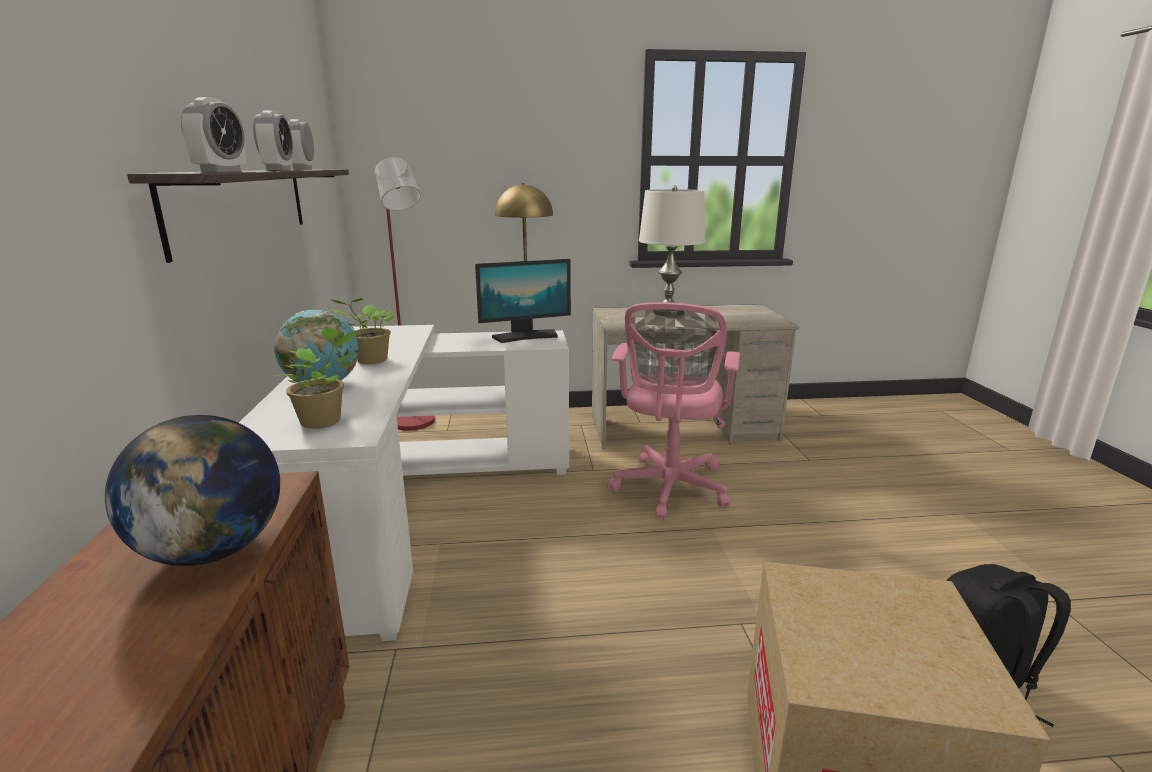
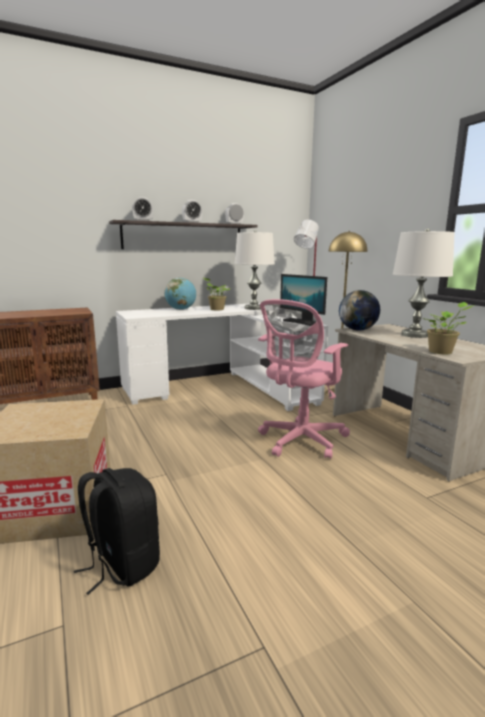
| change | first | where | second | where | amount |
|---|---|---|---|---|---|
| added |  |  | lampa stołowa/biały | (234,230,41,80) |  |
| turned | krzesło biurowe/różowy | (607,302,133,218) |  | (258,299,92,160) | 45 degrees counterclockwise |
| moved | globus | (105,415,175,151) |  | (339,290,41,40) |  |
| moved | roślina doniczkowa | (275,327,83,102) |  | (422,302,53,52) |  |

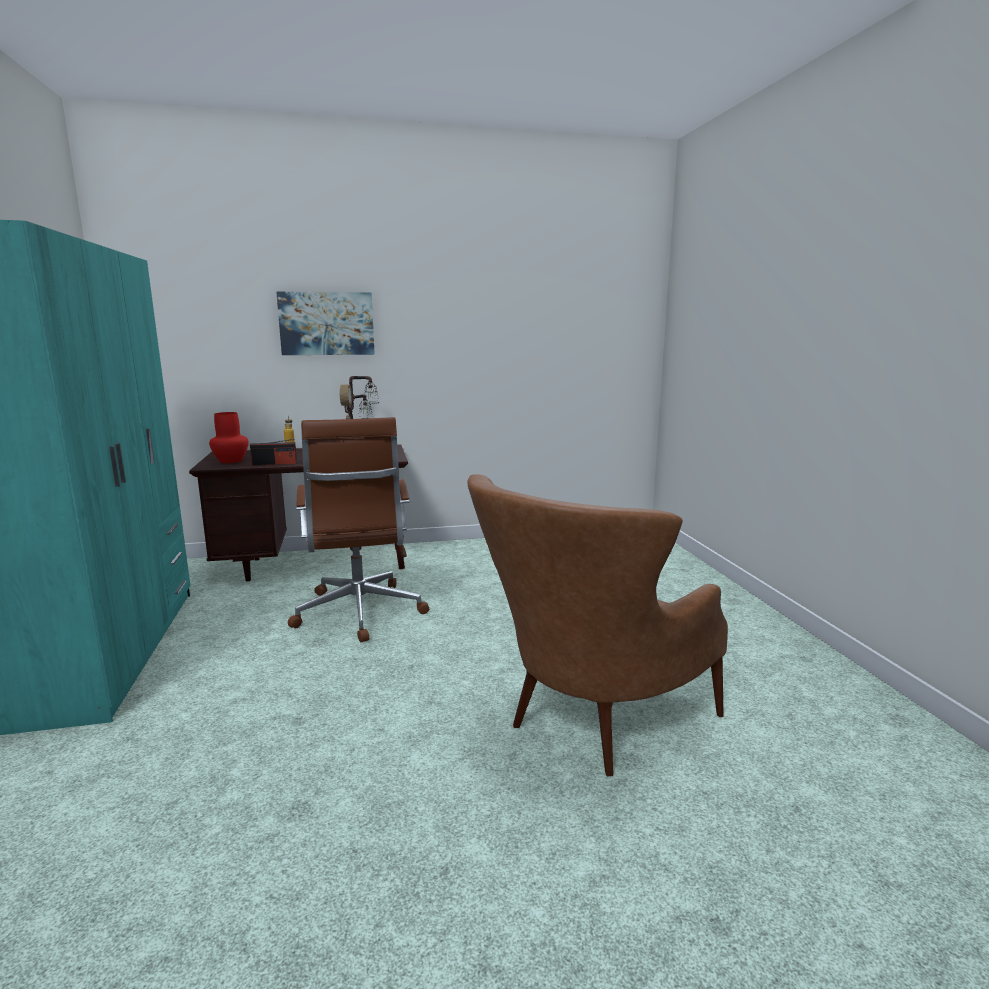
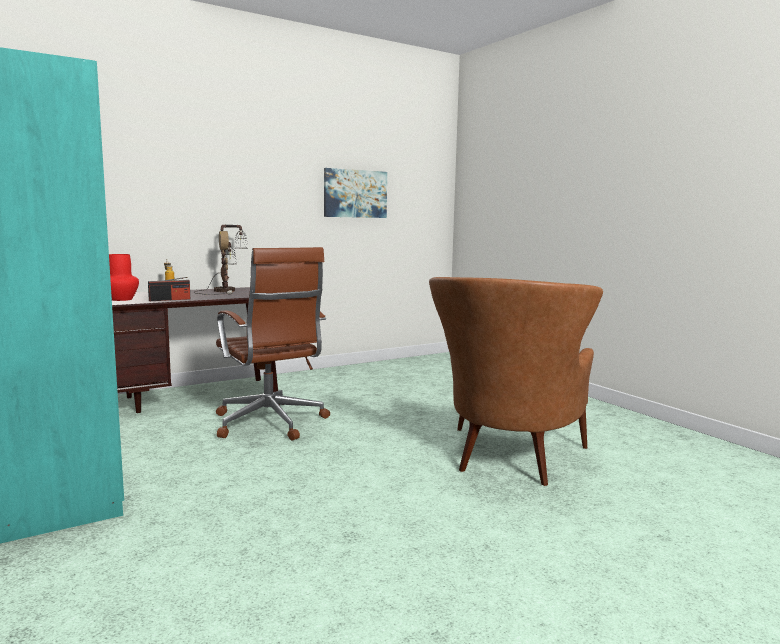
| change | first | where | second | where | amount |
|---|---|---|---|---|---|
| moved | obraz | (276,291,99,64) |  | (324,168,63,50) |  |

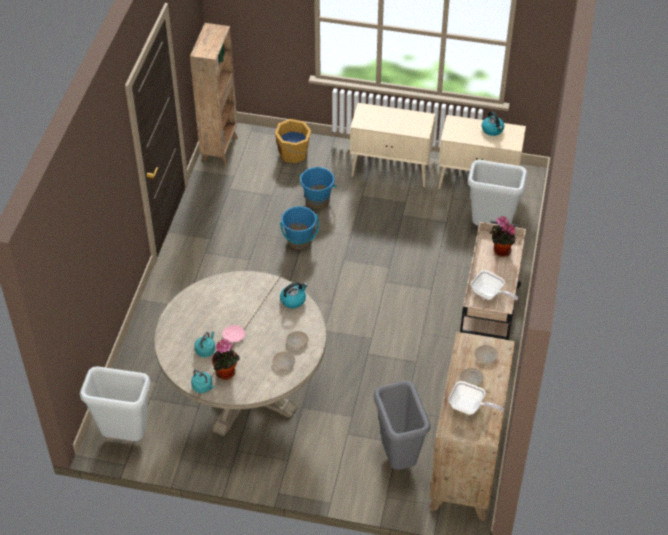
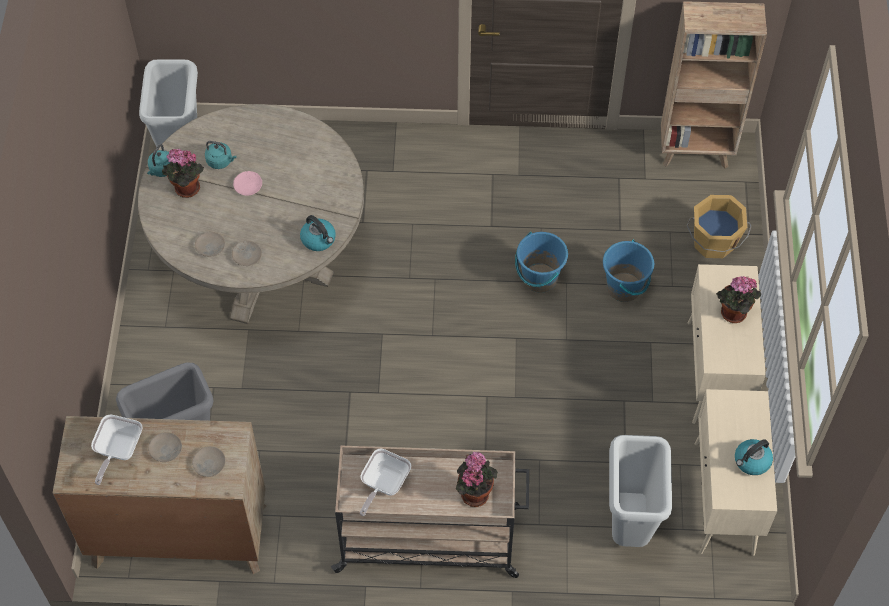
| change | first | where | second | where | amount |
|---|---|---|---|---|---|
| added |  |  | roślina doniczkowa | (716,276,45,47) |  |

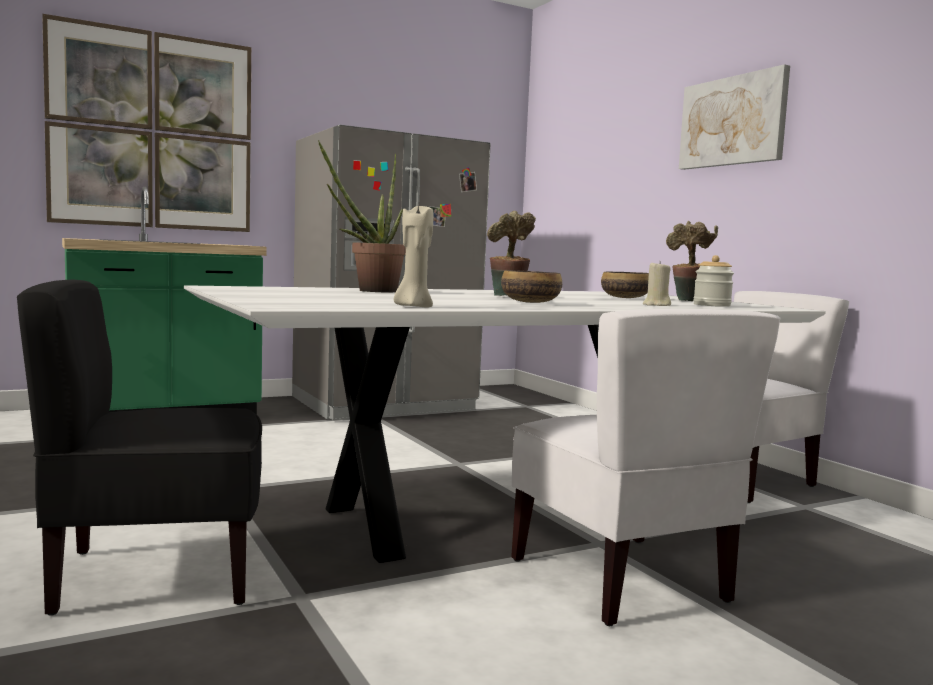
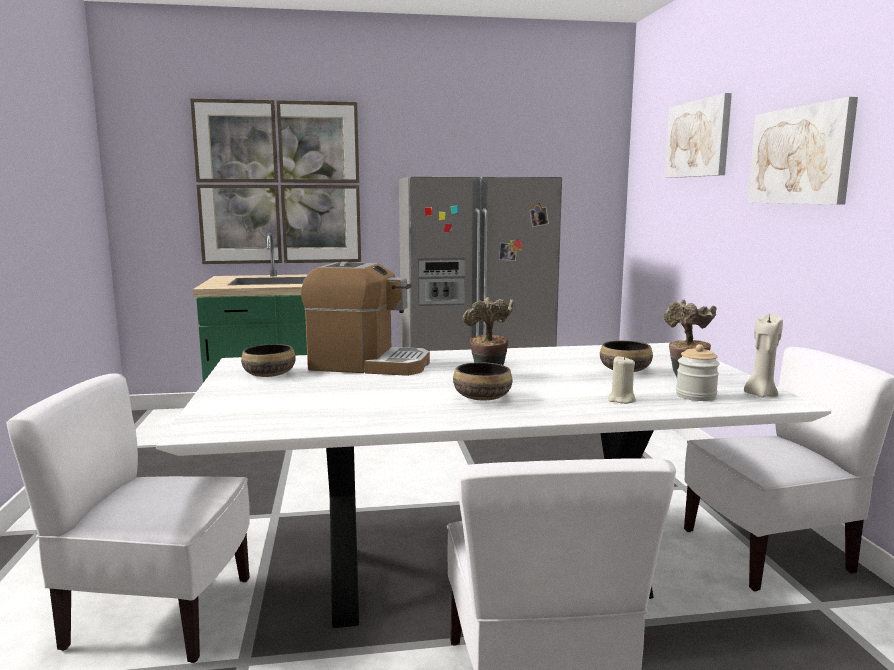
| change | first | where | second | where | amount |
|---|---|---|---|---|---|
| recoloured | krzesło/czarny | (17,280,245,336) | krzesło/biały | (6,373,243,290) |  |
| added |  |  | miska | (241,344,55,33) |  |
| replaced | roślina doniczkowa | (318,140,88,152) | ekspres do kawy | (301,262,129,114) |  |
| added |  |  | obraz | (664,93,68,85) |  |
| moved | świeca/beżowy | (394,203,39,104) |  | (744,314,39,84) |  |

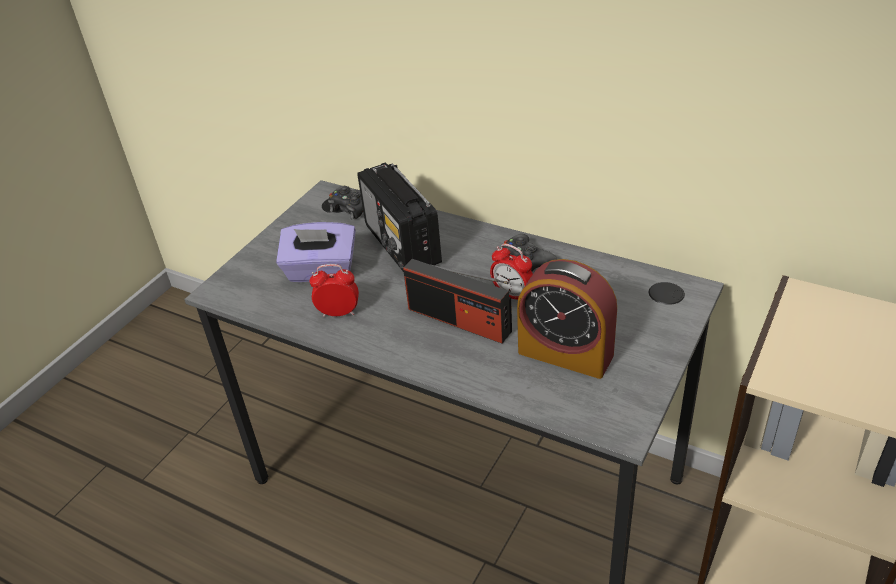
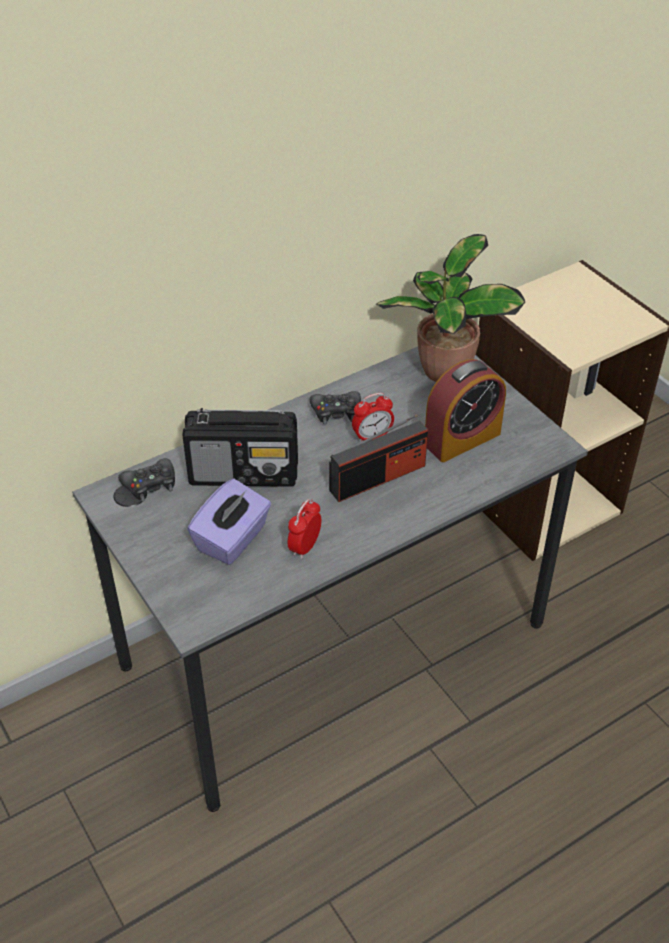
| change | first | where | second | where | amount |
|---|---|---|---|---|---|
| added |  |  | roślina doniczkowa | (376,234,149,148) |  |

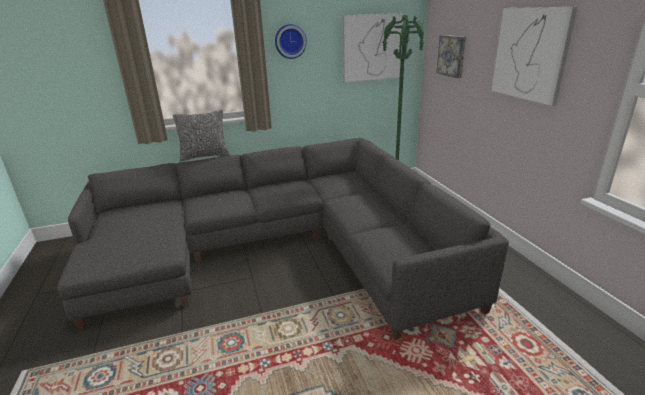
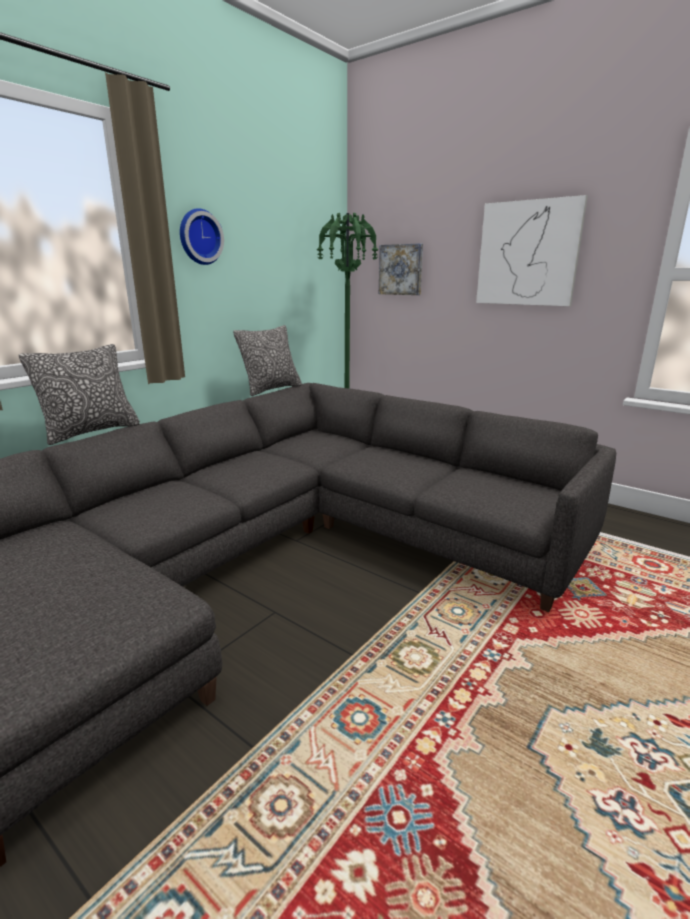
| change | first | where | second | where | amount |
|---|---|---|---|---|---|
| added |  |  | poduszka | (233,325,69,71) |  |
| removed | obraz | (343,13,60,70) |  |  |  |

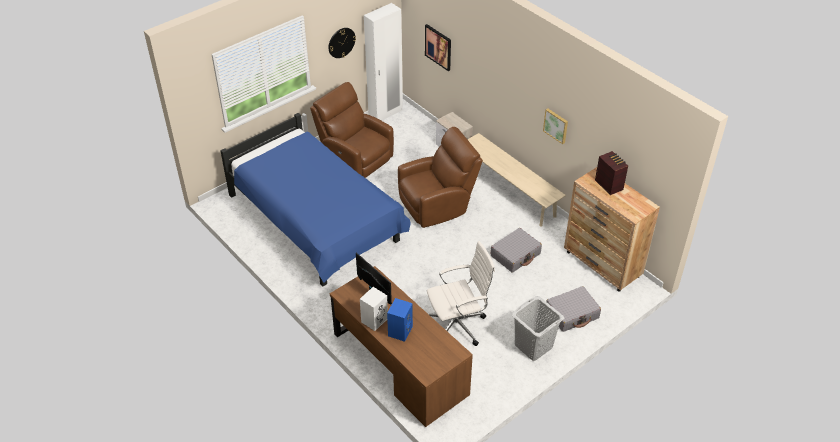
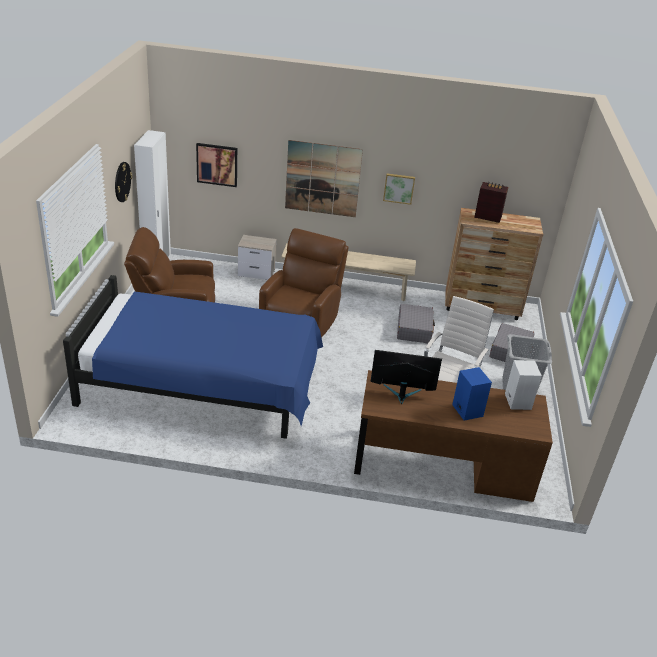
| change | first | where | second | where | amount |
|---|---|---|---|---|---|
| added |  |  | obraz | (285,140,78,77) |  |
| moved | głośnik/biały | (360,287,28,44) |  | (505,360,37,50) |  |

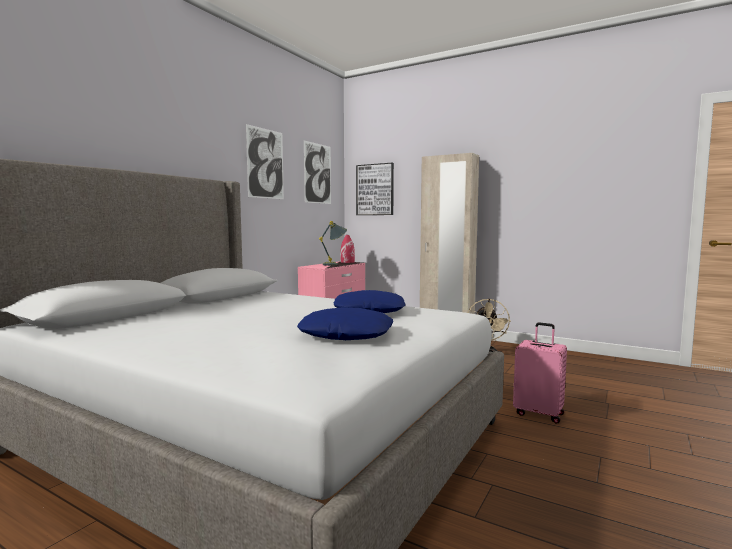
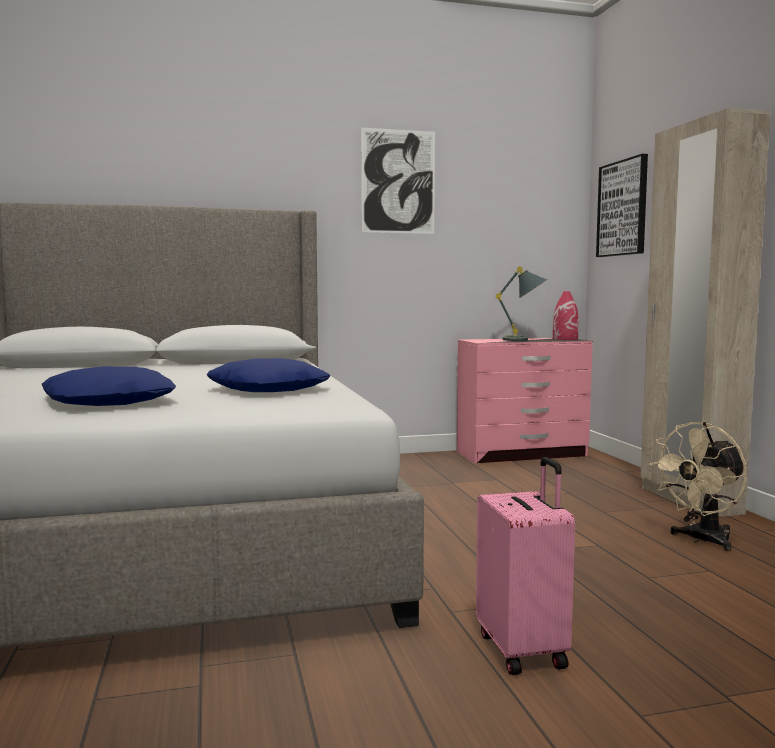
| change | first | where | second | where | amount |
|---|---|---|---|---|---|
| removed | obraz | (304,140,27,64) |  |  |  |

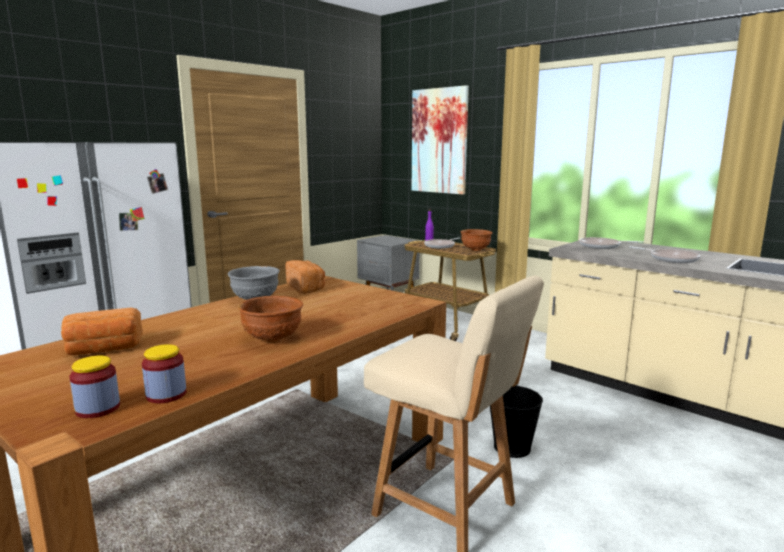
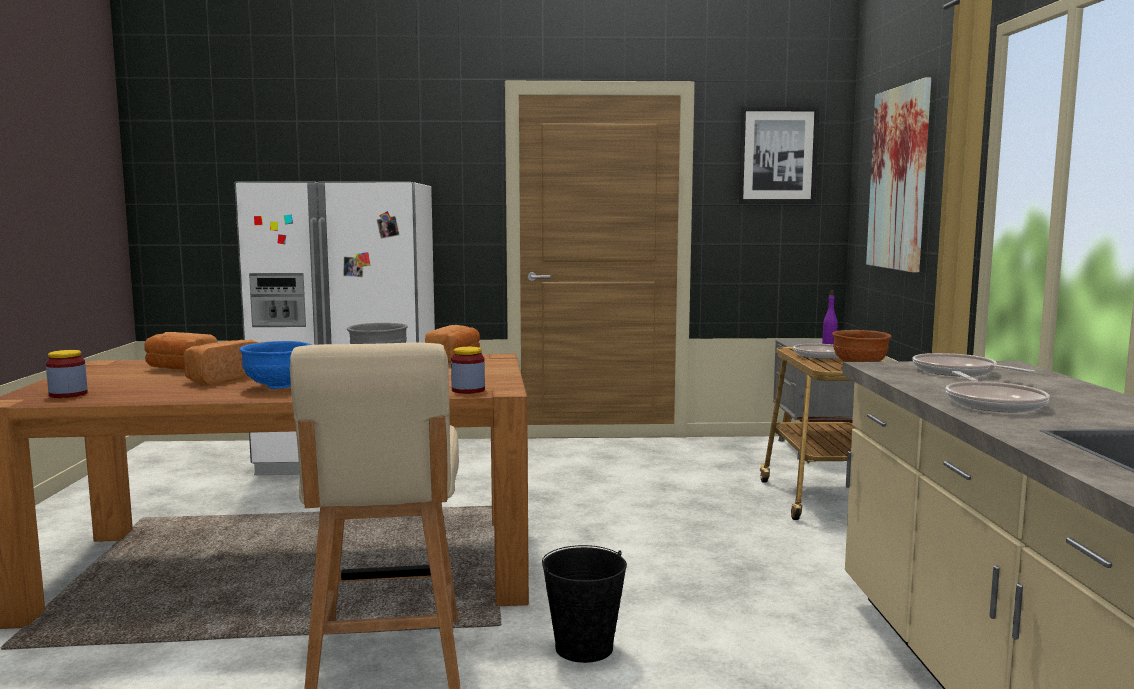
| change | first | where | second | where | amount |
|---|---|---|---|---|---|
| added |  |  | chleb | (183,340,76,45) |  |
| recoloured | miska/brązowy | (238,296,65,47) | miska/niebieski | (239,341,72,48) |  |
| moved | słoik | (142,344,44,59) |  | (451,347,34,47) |  |
| added |  |  | obraz | (738,106,82,98) |  |

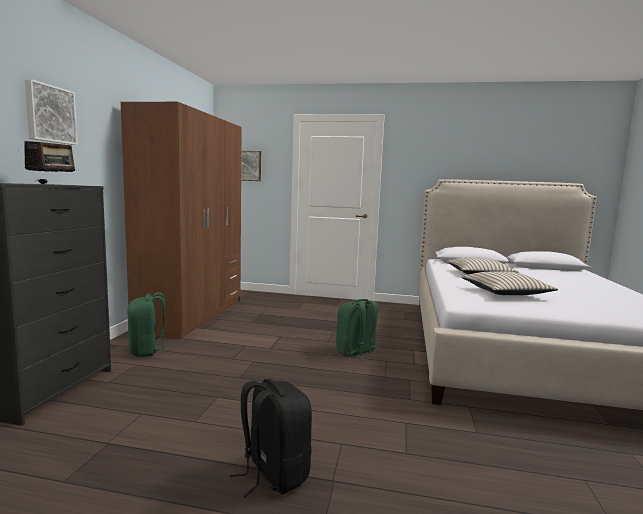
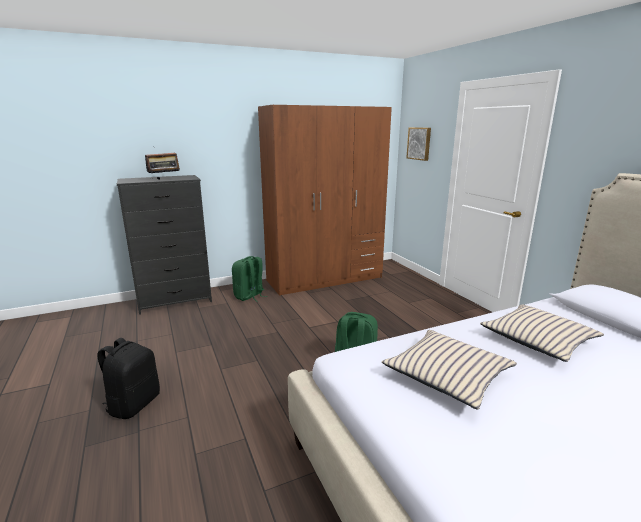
| change | first | where | second | where | amount |
|---|---|---|---|---|---|
| removed | obraz | (25,79,53,66) |  |  |  |

